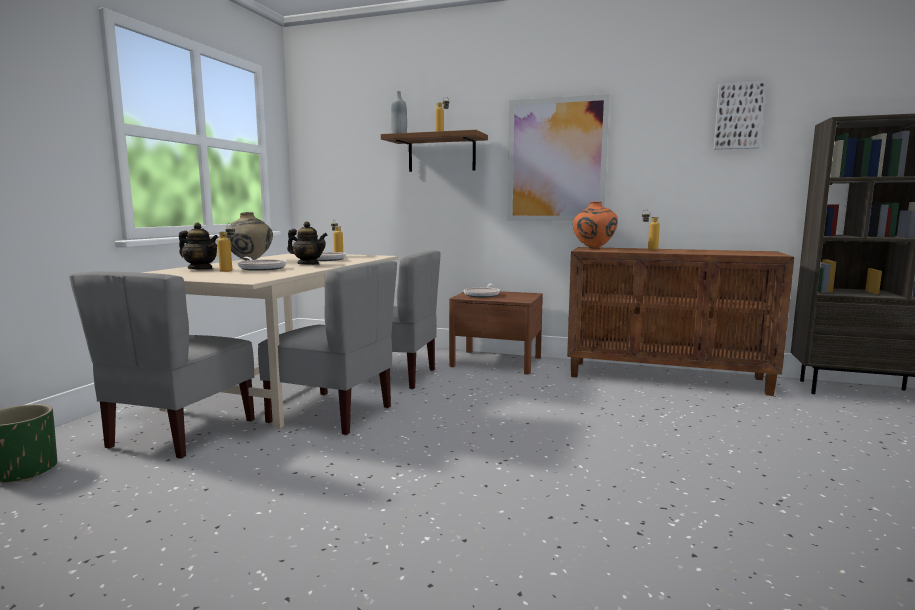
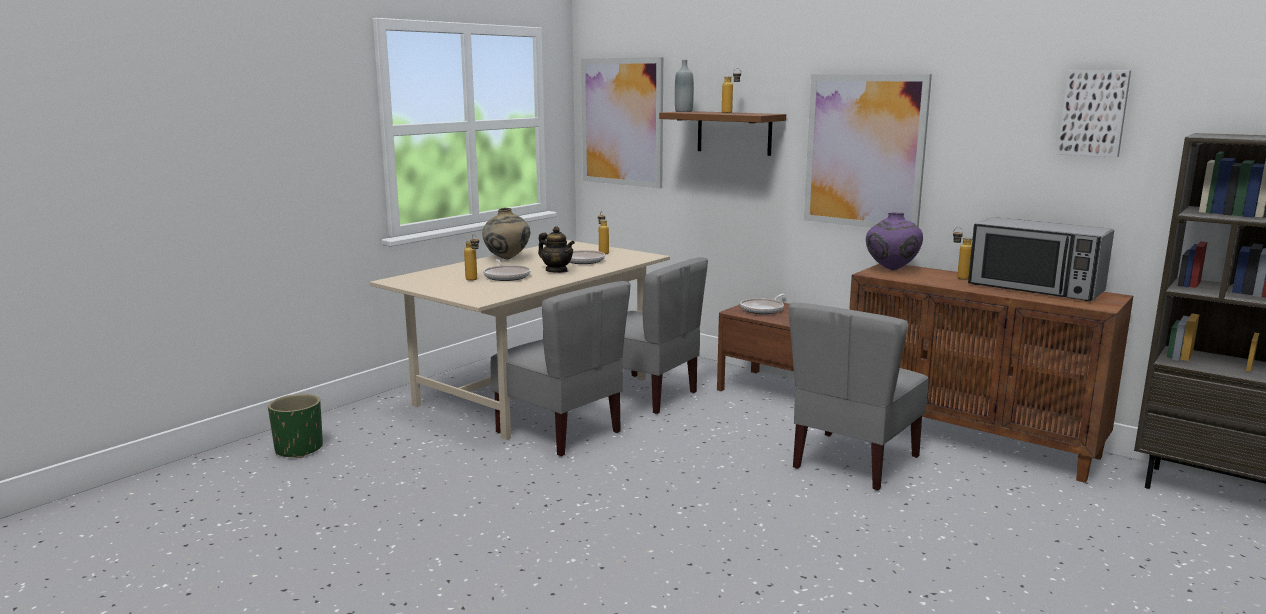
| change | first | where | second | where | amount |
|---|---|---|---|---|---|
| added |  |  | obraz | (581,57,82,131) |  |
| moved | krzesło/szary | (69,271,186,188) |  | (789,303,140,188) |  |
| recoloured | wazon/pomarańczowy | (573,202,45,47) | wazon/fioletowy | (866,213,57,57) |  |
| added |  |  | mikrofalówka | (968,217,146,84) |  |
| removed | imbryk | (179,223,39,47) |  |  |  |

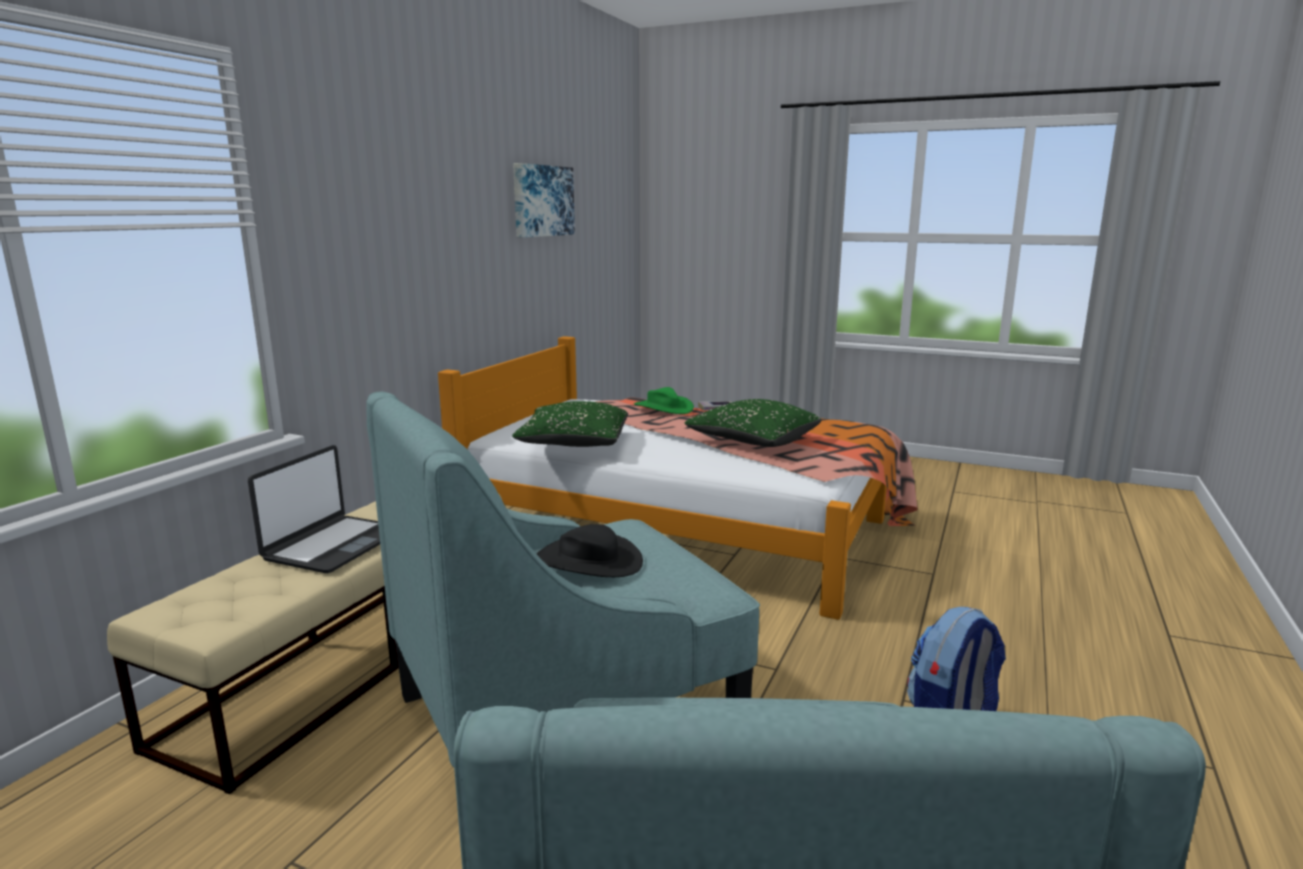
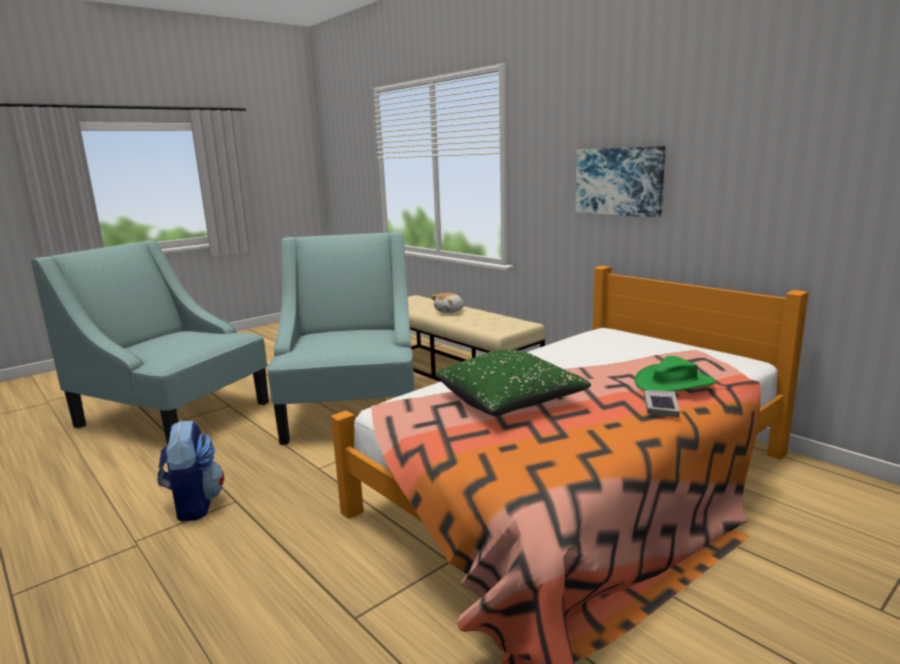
| change | first | where | second | where | amount |
|---|---|---|---|---|---|
| replaced | laptop | (248,445,132,128) | pluszak | (431,292,33,21) |  |
| moved | obraz | (513,163,62,75) |  | (576,146,90,71) |  |
| removed | poduszka/zielony | (512,401,116,46) |  |  |  |
| removed | kapelusz/czarny | (536,524,107,53) |  |  |  |

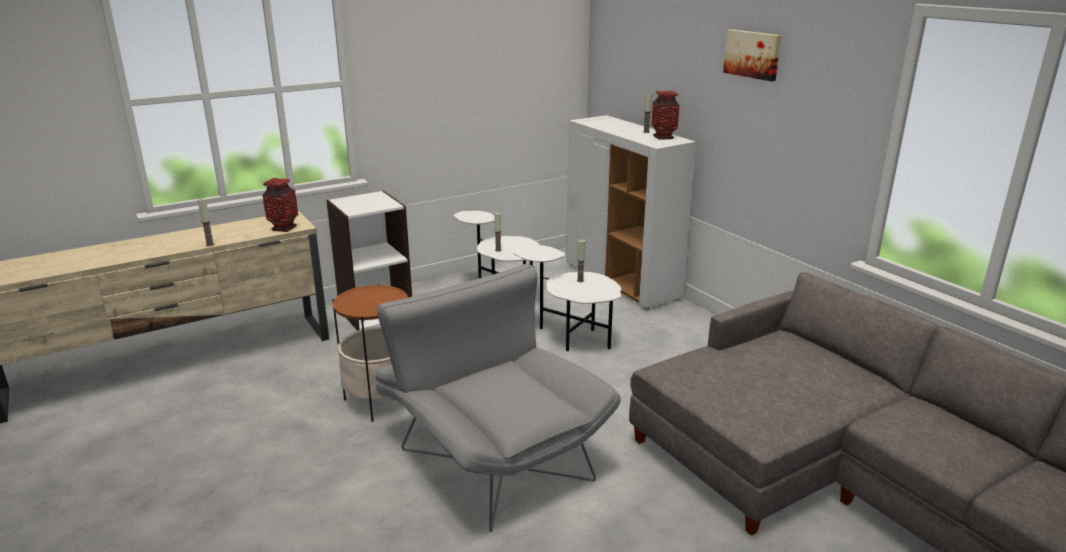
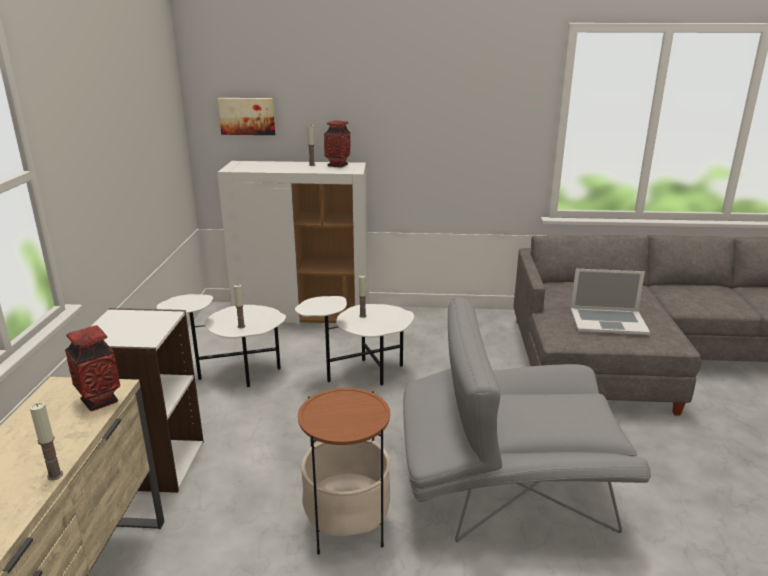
| change | first | where | second | where | amount |
|---|---|---|---|---|---|
| moved | obraz | (723,29,58,52) |  | (218,98,57,37) |  |
| added |  |  | laptop | (570,269,80,66) |  |

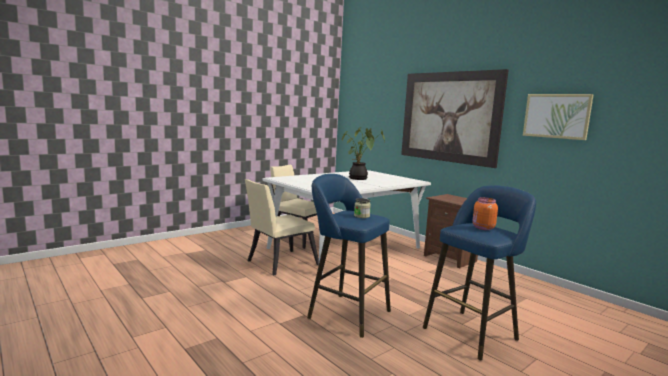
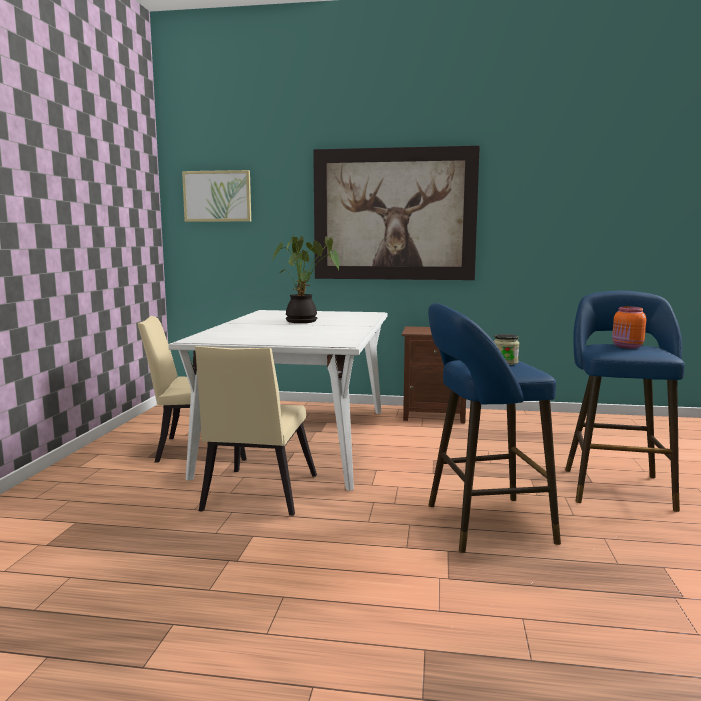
| change | first | where | second | where | amount |
|---|---|---|---|---|---|
| moved | obraz | (523,94,71,46) |  | (182,170,69,52) |  |

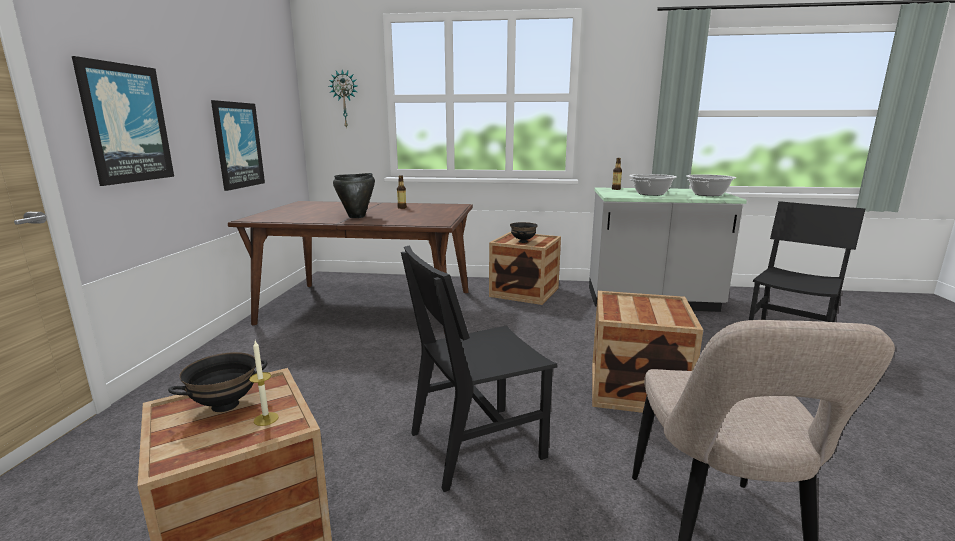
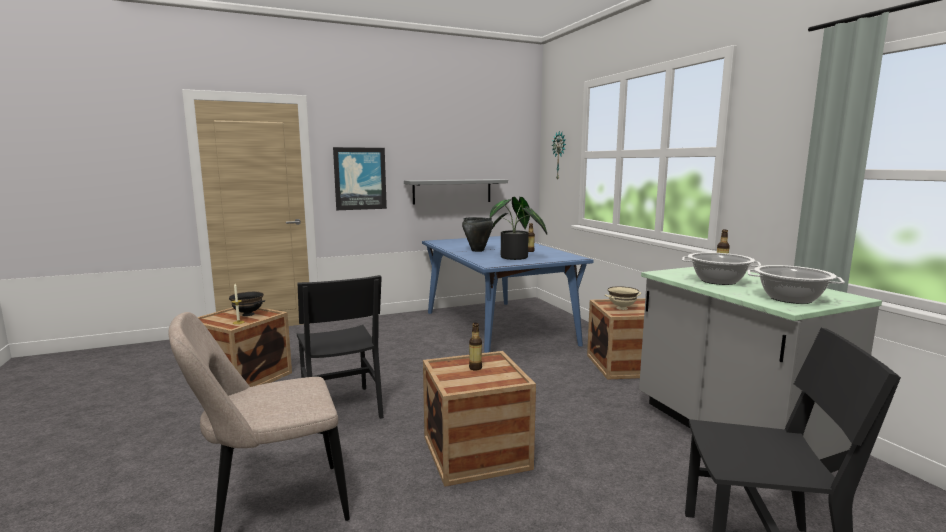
| change | first | where | second | where | amount |
|---|---|---|---|---|---|
| turned | krzesło/czarny | (401,245,156,247) |  | (297,275,87,144) | 150 degrees counterclockwise |
| replaced | obraz | (211,100,54,91) | półka/szary | (404,179,104,25) |  |
| recoloured | stół jadalny/brązowy | (228,201,245,133) | stół jadalny/niebieski | (422,236,172,117) |  |
| added |  |  | butelka | (469,323,13,48) |  |
| added |  |  | roślina doniczkowa | (490,197,57,63) |  |
| recoloured | miska/czarny | (510,222,28,21) | miska/beżowy | (605,286,36,24) |  |

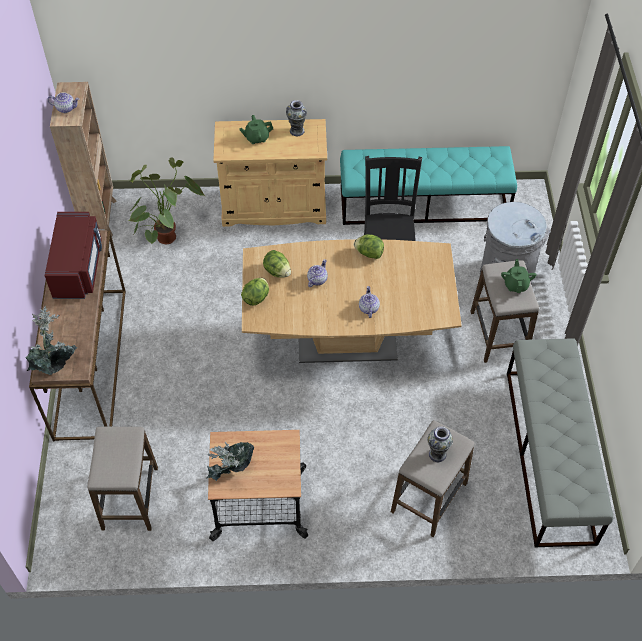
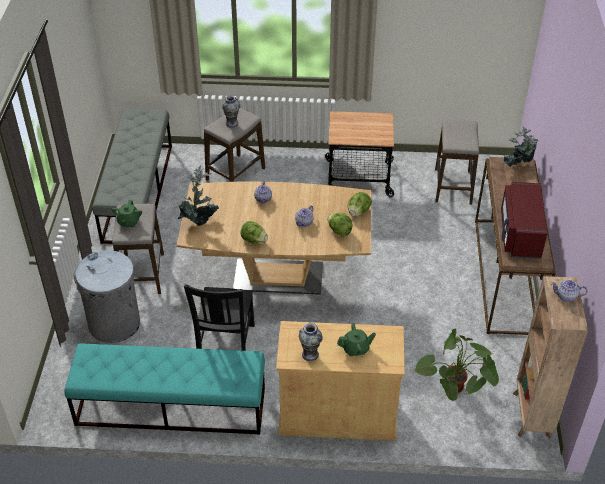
| change | first | where | second | where | amount |
|---|---|---|---|---|---|
| moved | roślina doniczkowa | (206,442,48,39) |  | (178,165,41,61) |  |

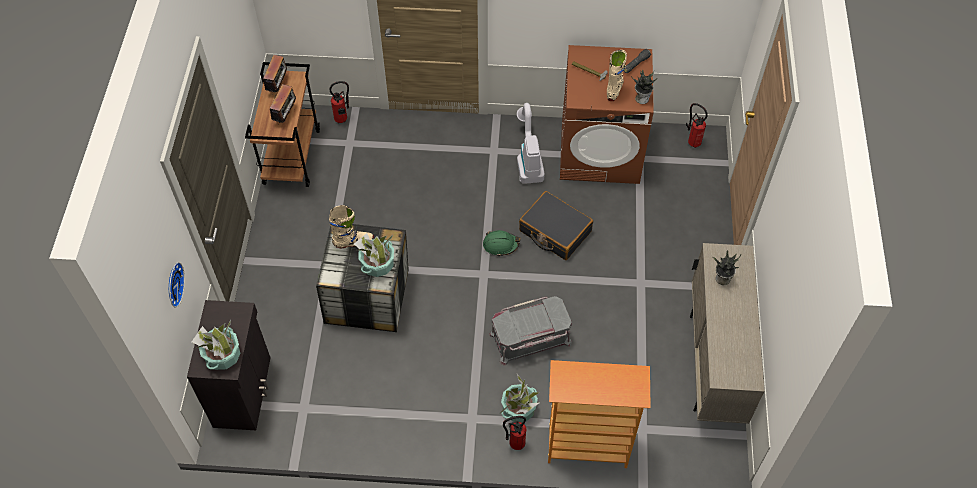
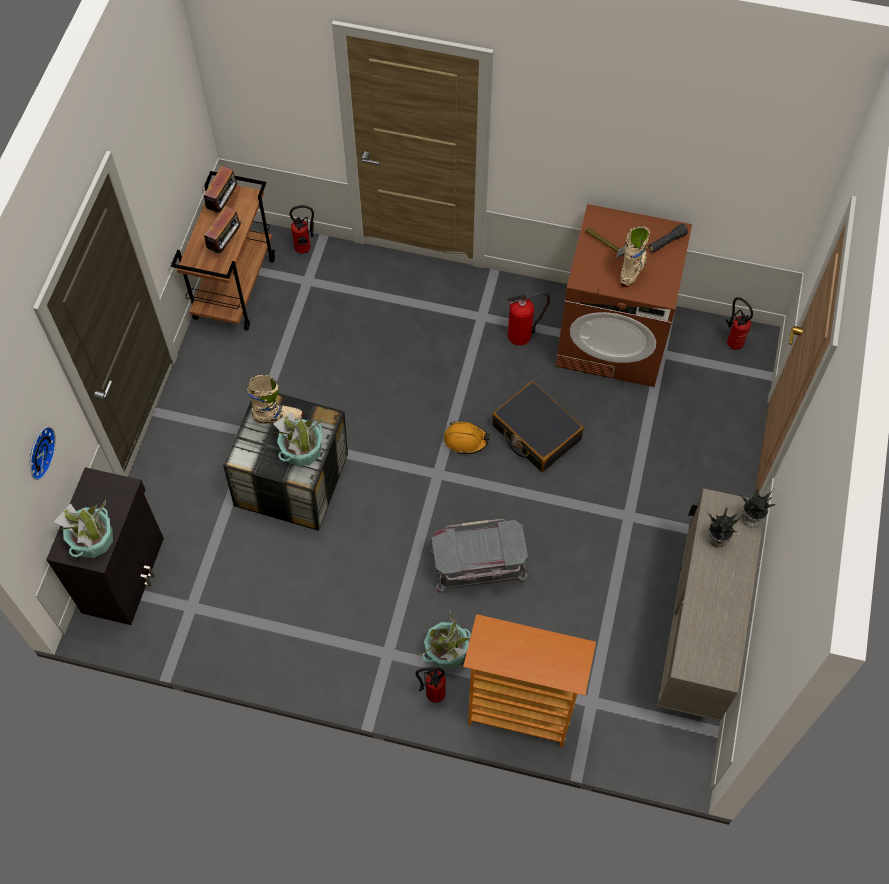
| change | first | where | second | where | amount |
|---|---|---|---|---|---|
| recoloured | kask/zielony | (483,230,38,26) | kask/pomarańczowy | (444,421,46,33) |  |
| replaced | odkurzacz | (517,103,28,81) | gaśnica | (507,291,43,55) |  |
| moved | roślina doniczkowa | (631,69,26,35) |  | (741,486,34,42) |  |

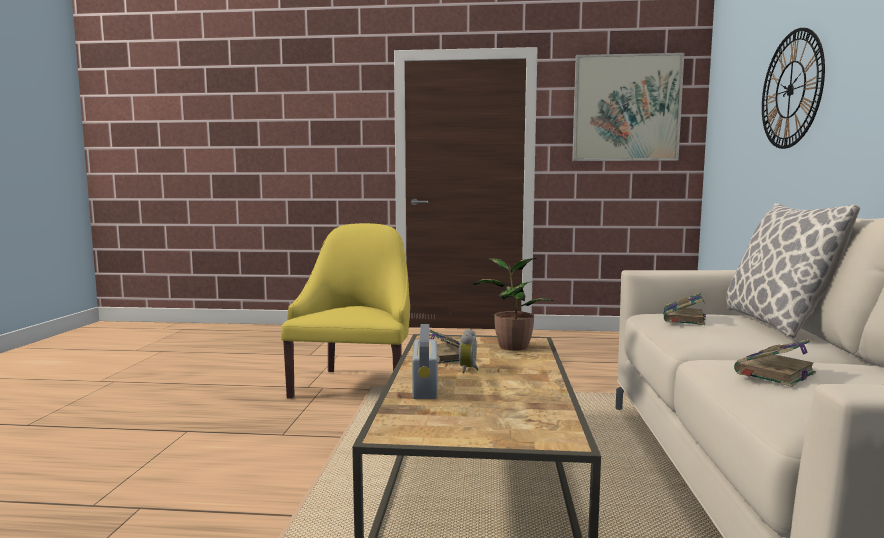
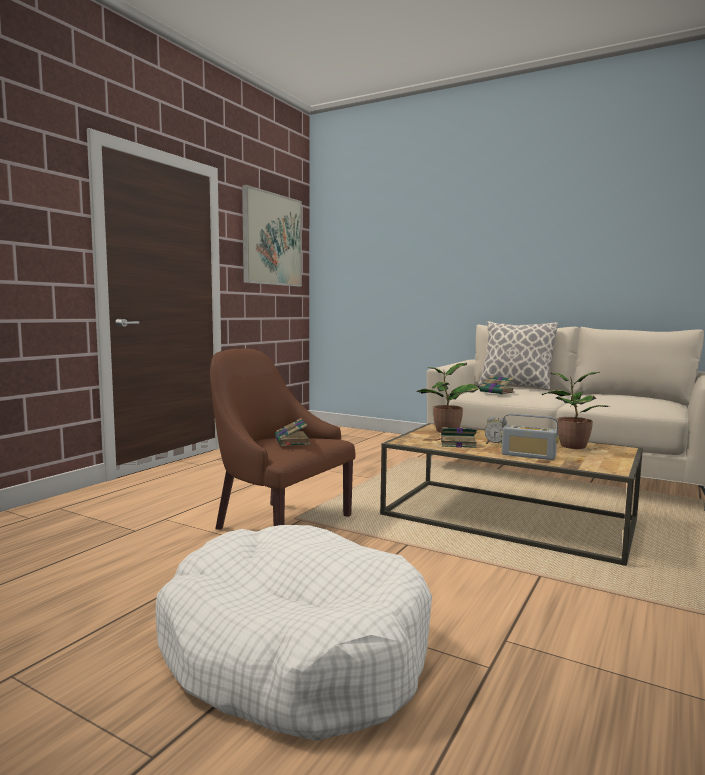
| change | first | where | second | where | amount |
|---|---|---|---|---|---|
| added |  |  | legowisko/biały | (156,525,276,216) |  |
| recoloured | fotel/żółty | (281,223,129,176) | fotel/brązowy | (210,348,145,182) |  |
| moved | książka | (734,338,82,49) |  | (275,418,35,28) |  |
| added |  |  | roślina doniczkowa | (542,372,66,77) |  |
| removed | zegar ścienny | (762,28,63,121) |  |  |  |

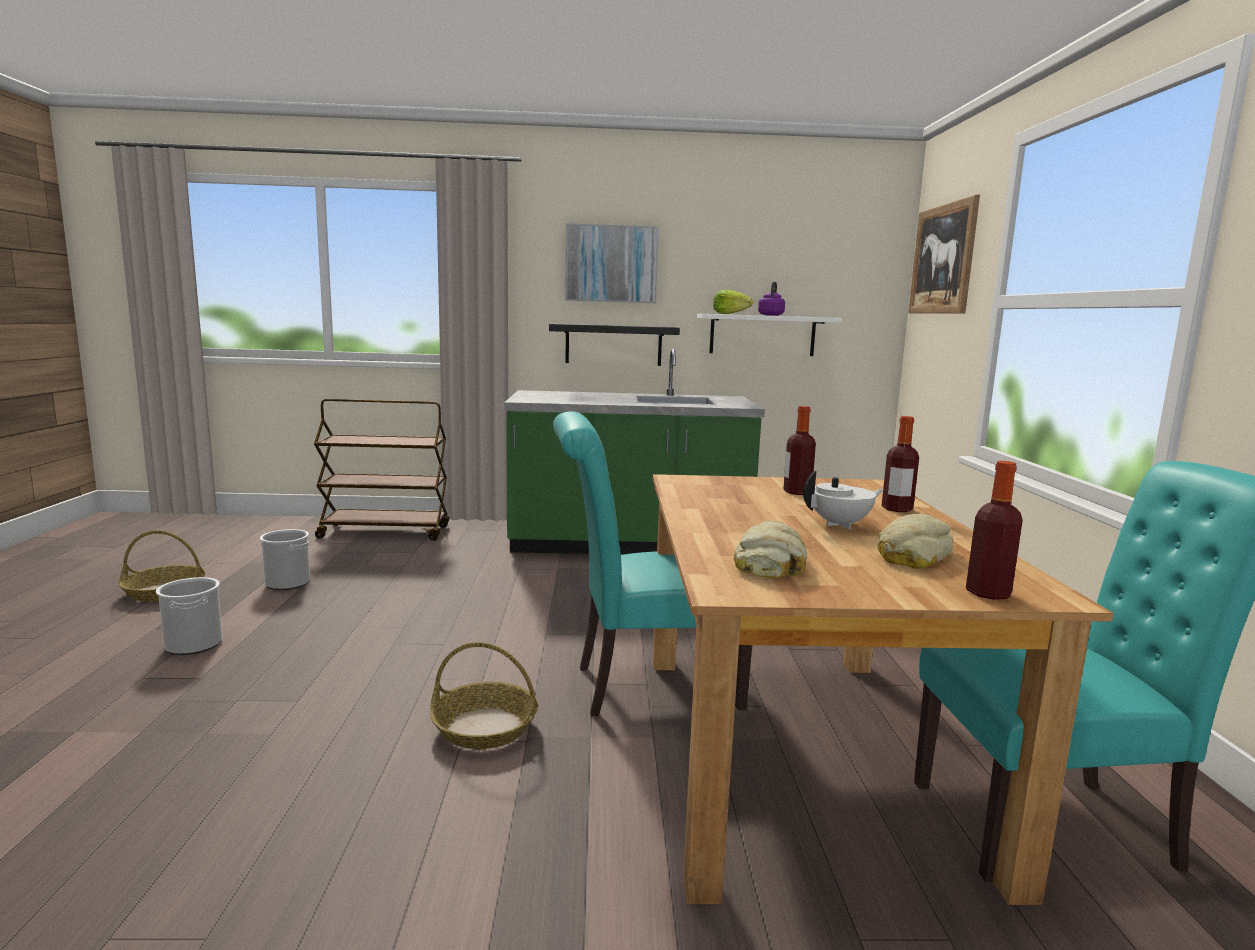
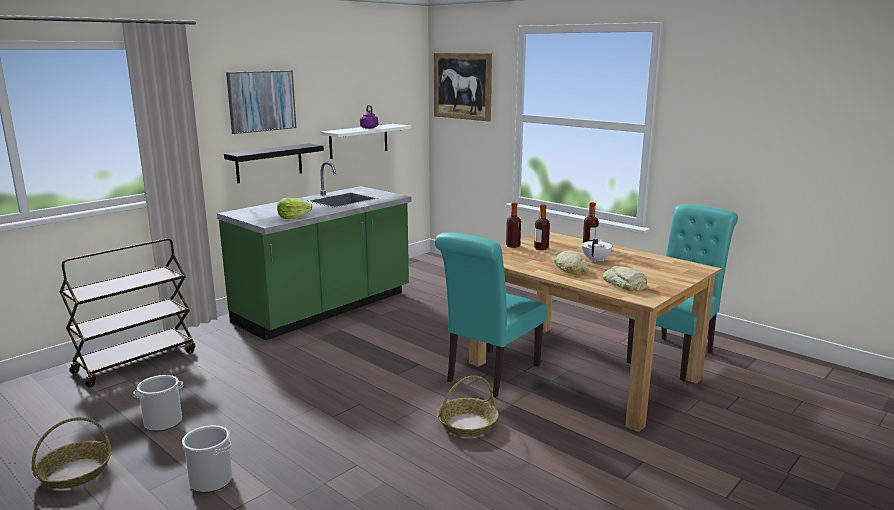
| change | first | where | second | where | amount |
|---|---|---|---|---|---|
| moved | sałata | (713,290,40,24) |  | (277,198,35,21) |  |
| moved | butelka | (966,461,57,139) |  | (506,202,15,46) |  |
| moved | chleb | (877,514,76,55) |  | (555,251,34,24) |  |

